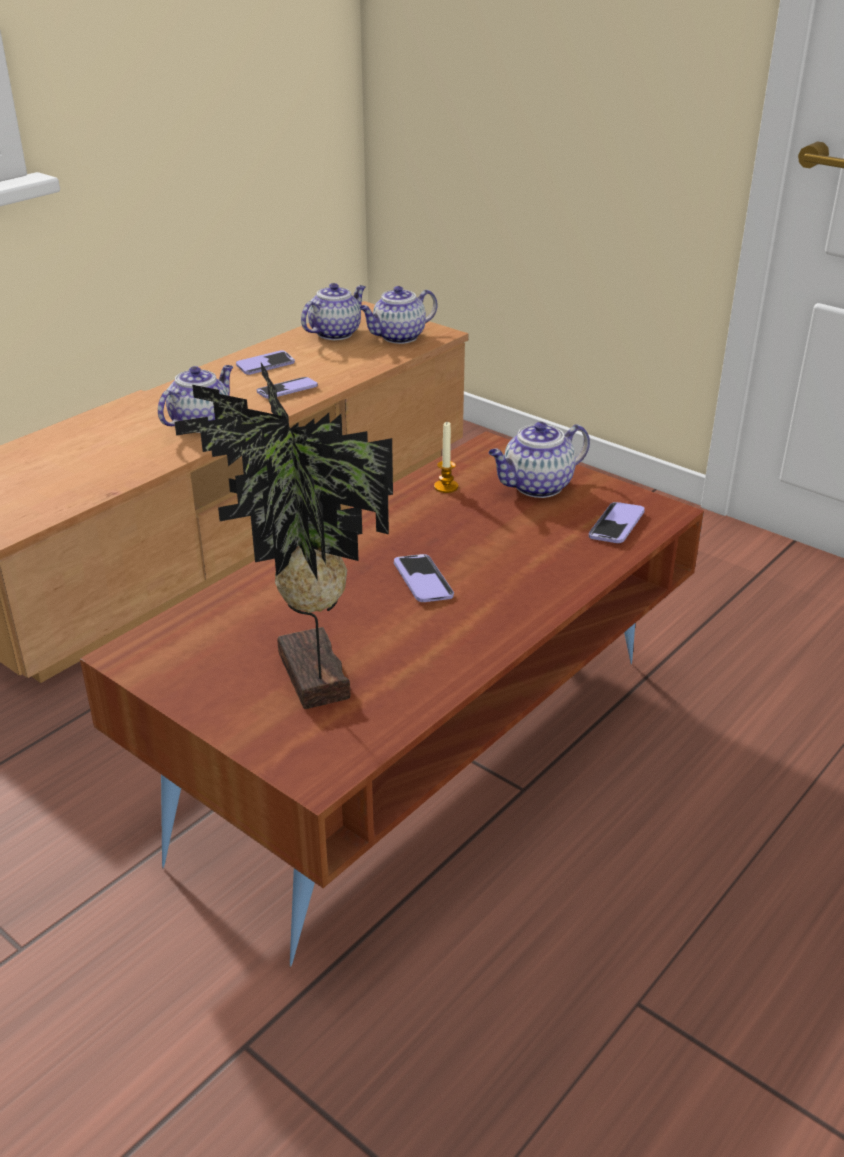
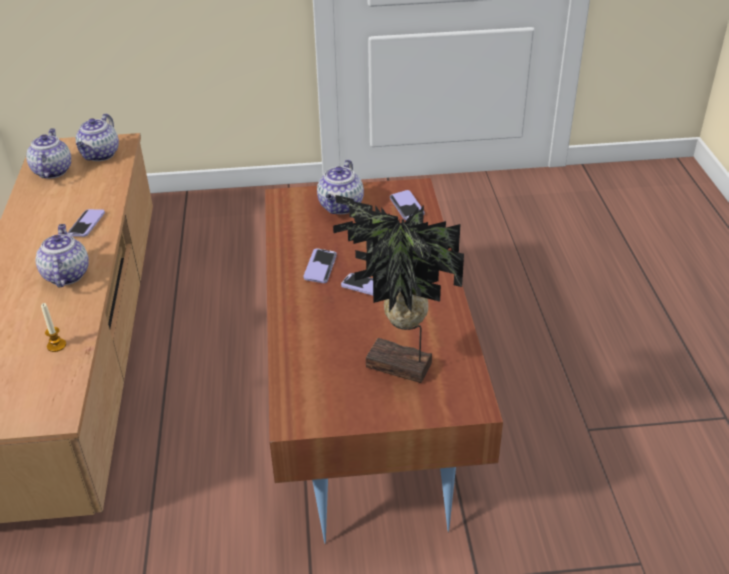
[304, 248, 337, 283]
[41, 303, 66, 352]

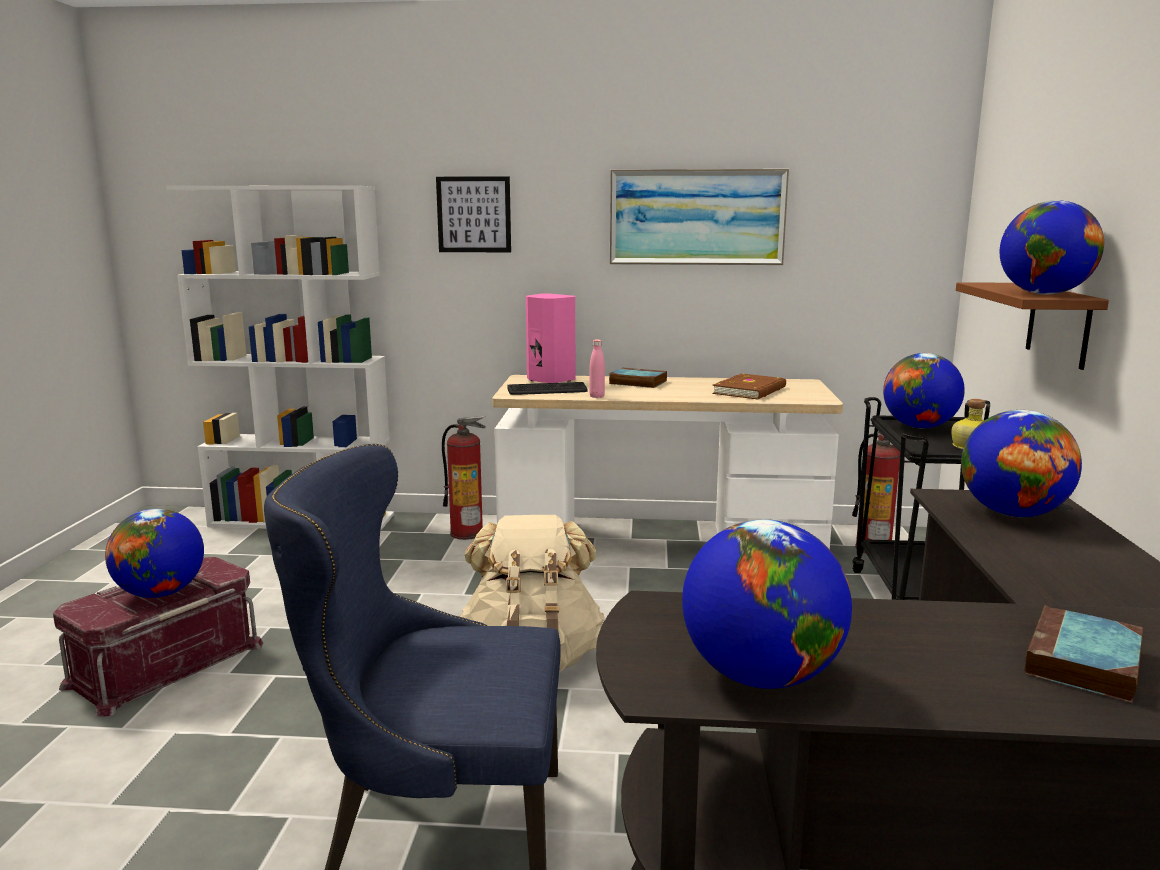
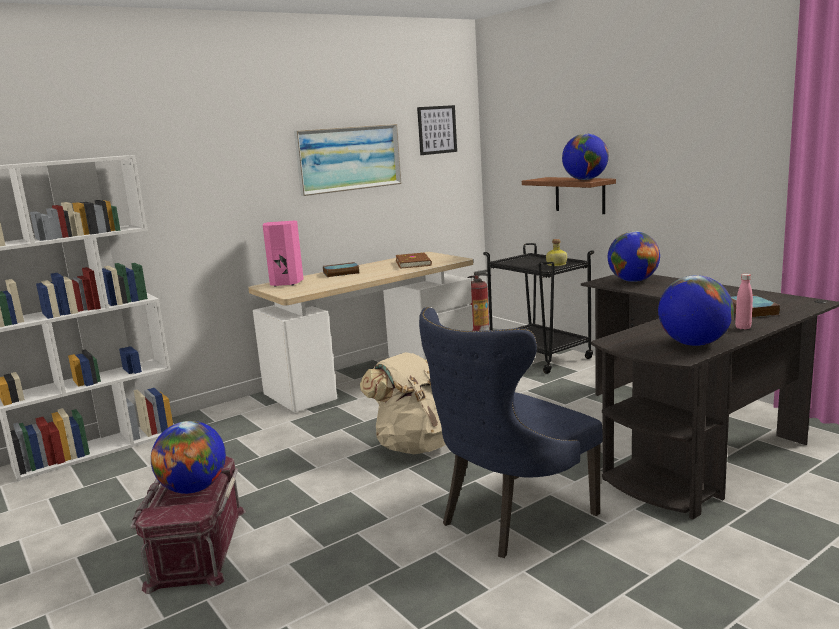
[442, 416, 486, 540] (first image)
[507, 382, 588, 395] (first image)
[883, 353, 965, 429] (first image)
[417, 105, 457, 155]
[735, 274, 753, 329]

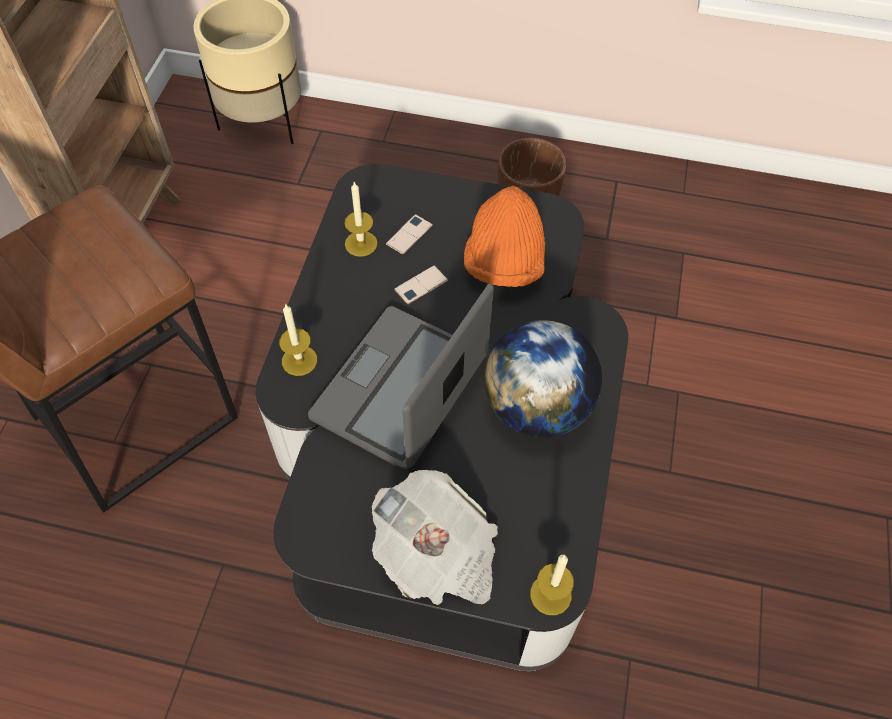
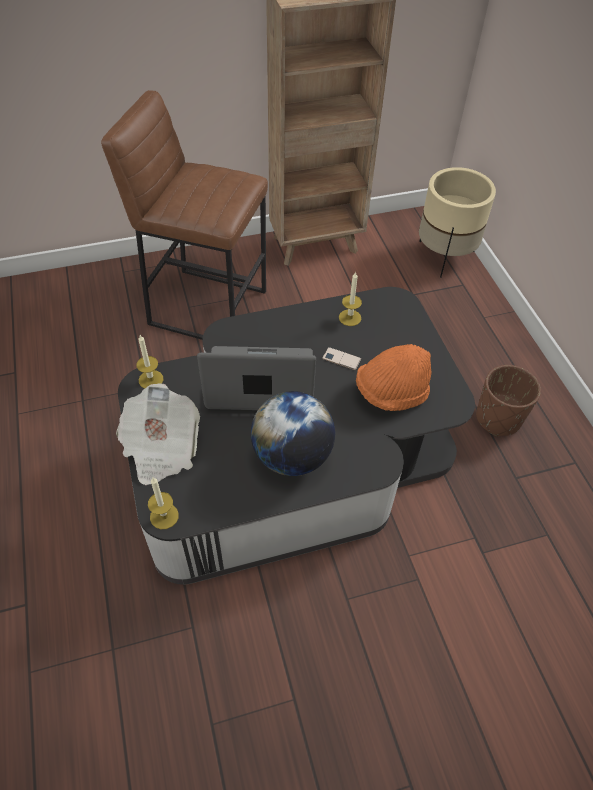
[386, 214, 433, 255] (first image)
[136, 335, 163, 389]

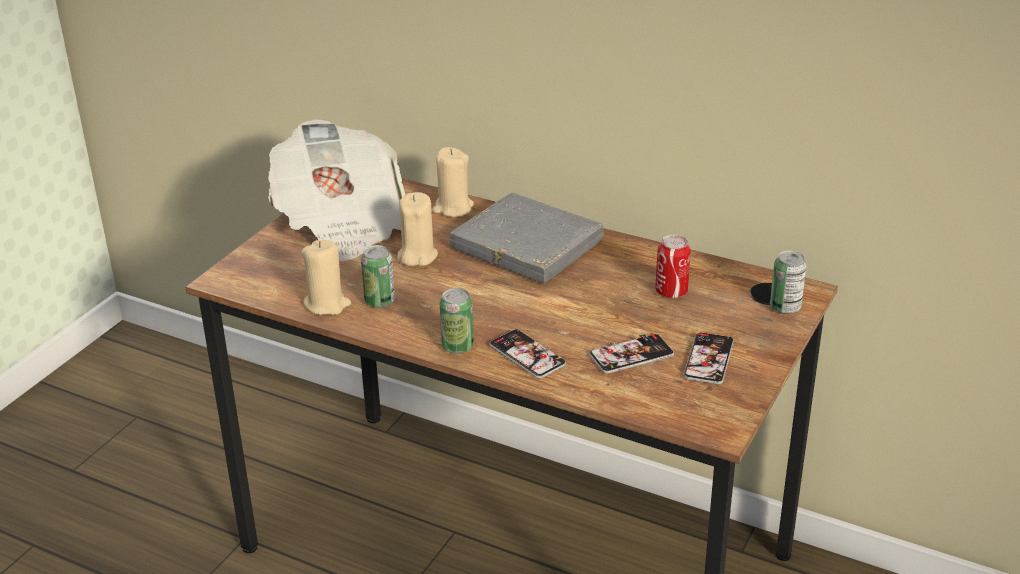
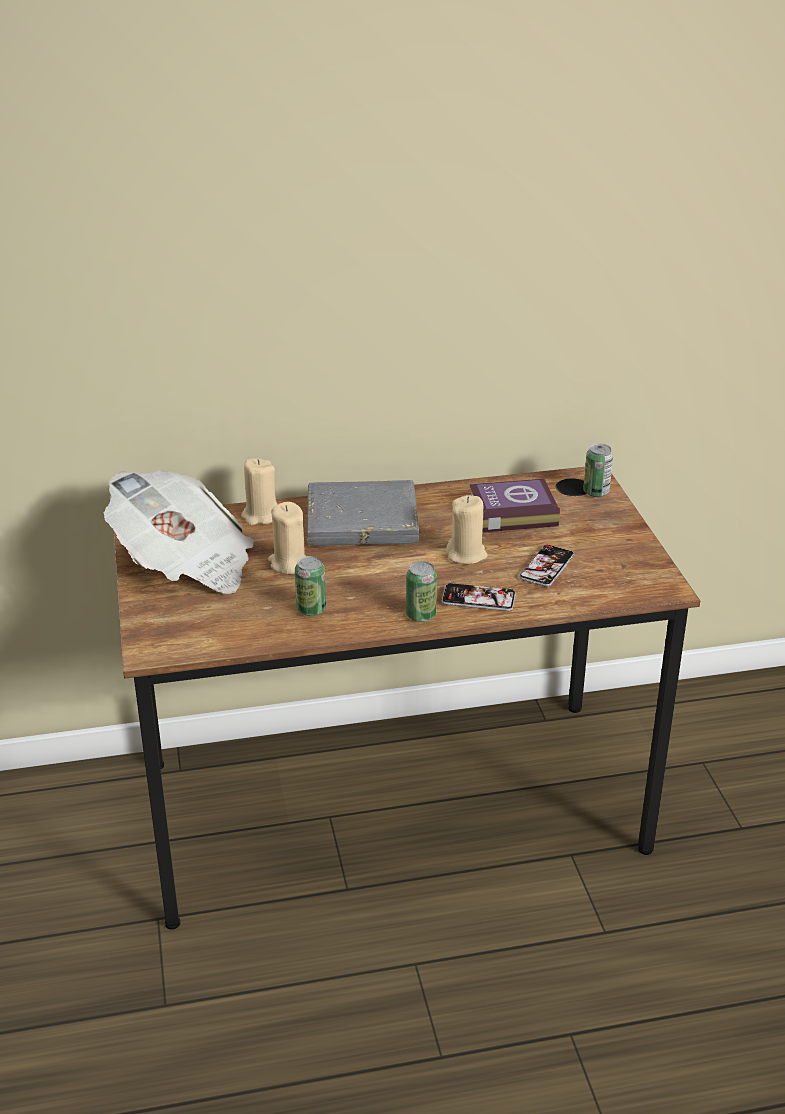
[683, 332, 734, 384] (first image)
[446, 495, 487, 564]
[469, 479, 560, 532]

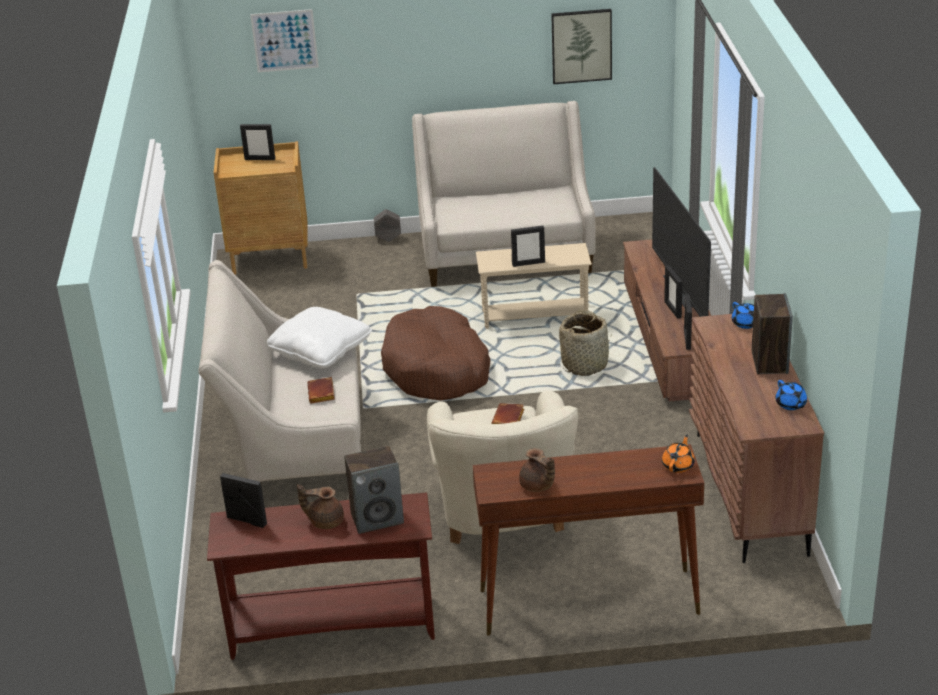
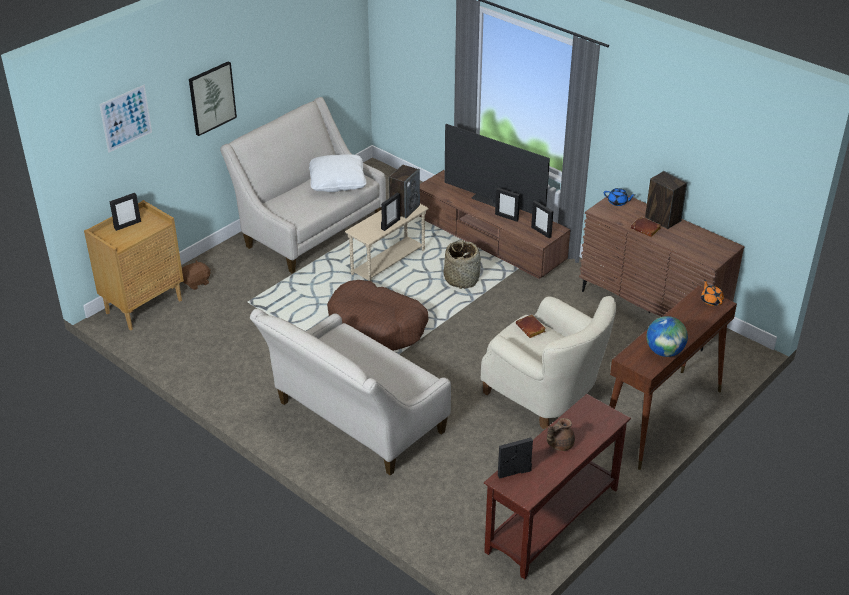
[374, 209, 401, 242] (first image)
[775, 380, 808, 410] (first image)
[182, 260, 211, 290]
[309, 154, 367, 192]
[630, 216, 661, 237]
[389, 165, 420, 218]
[189, 61, 237, 136]
[646, 316, 688, 357]

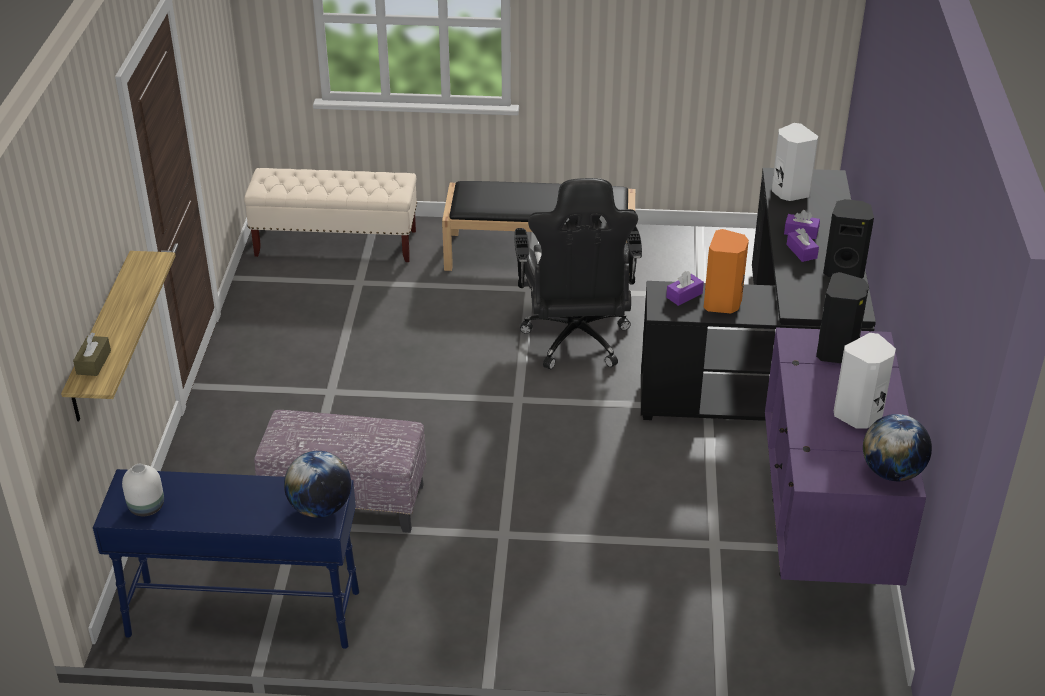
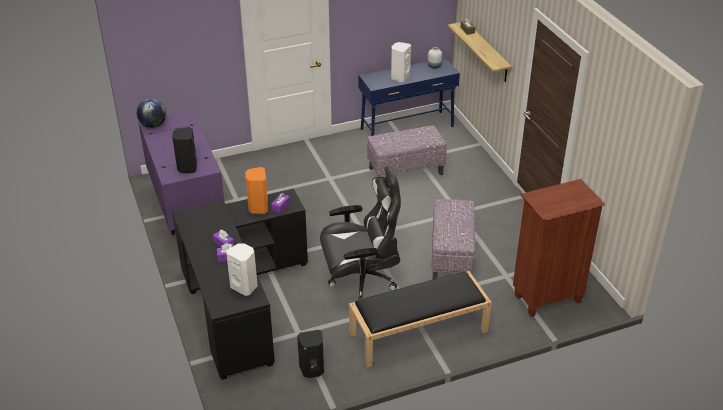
[284, 451, 351, 518] (first image)
[431, 199, 475, 280]
[297, 330, 324, 378]
[391, 42, 411, 82]
[513, 179, 605, 317]
[320, 166, 401, 300]

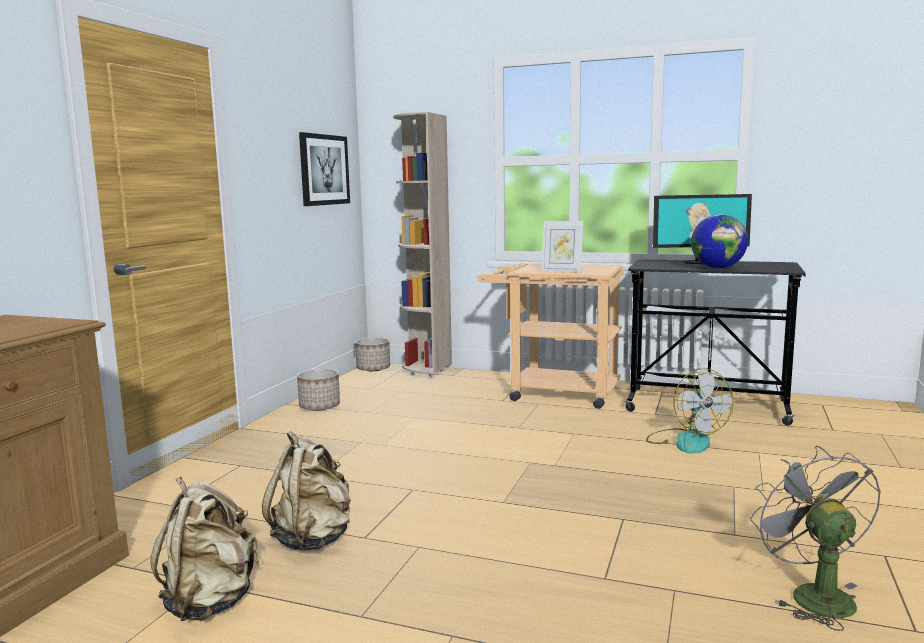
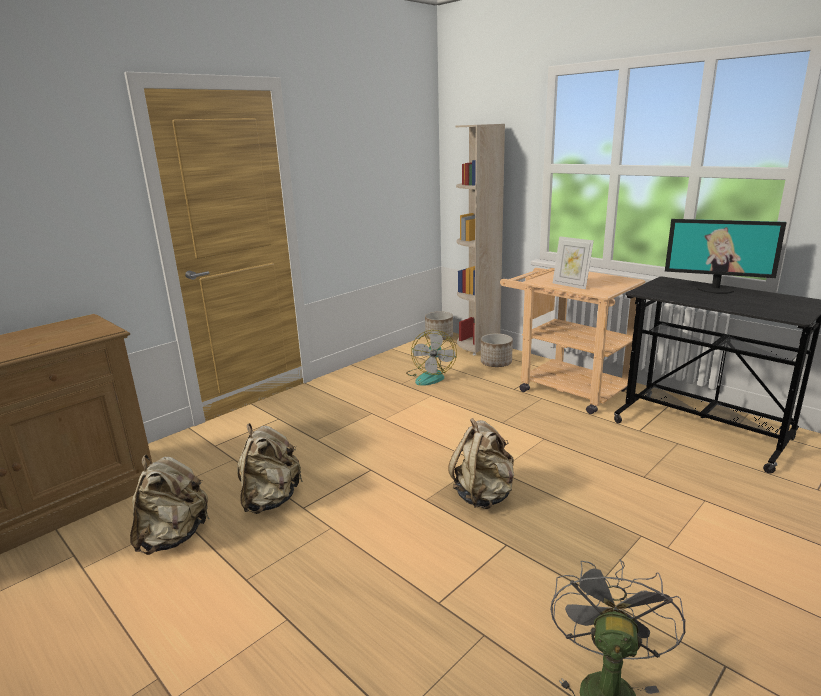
[299, 132, 350, 206] (first image)
[691, 214, 748, 269] (first image)
[448, 418, 514, 509]
[481, 333, 513, 367]
[406, 330, 457, 386]

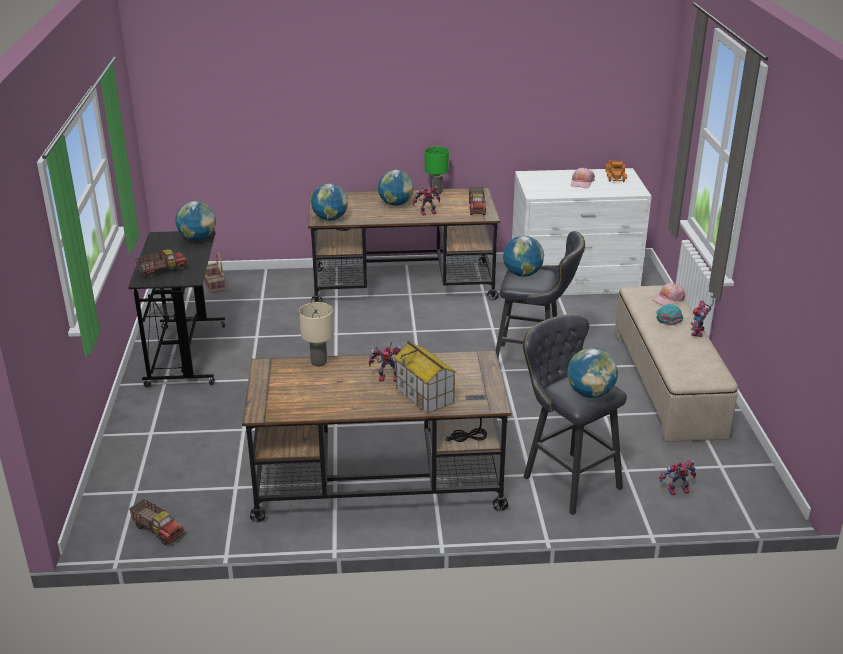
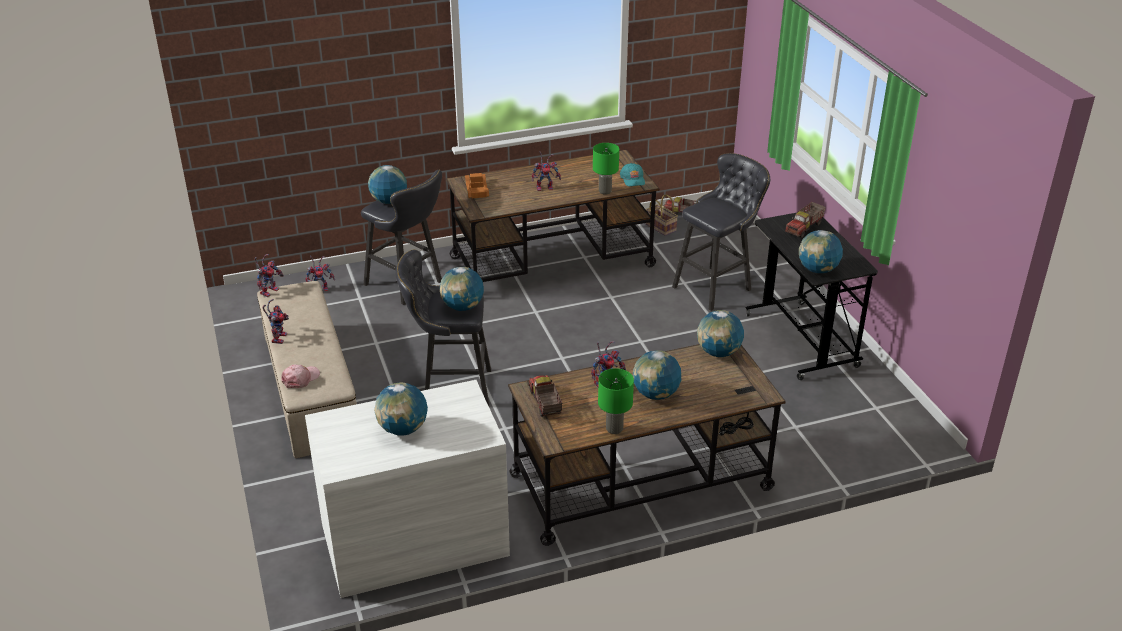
[394, 341, 456, 414] (first image)
[255, 254, 284, 297]
[672, 153, 770, 311]
[645, 195, 678, 236]
[465, 173, 489, 198]
[620, 163, 645, 186]
[374, 382, 428, 436]
[593, 143, 619, 195]

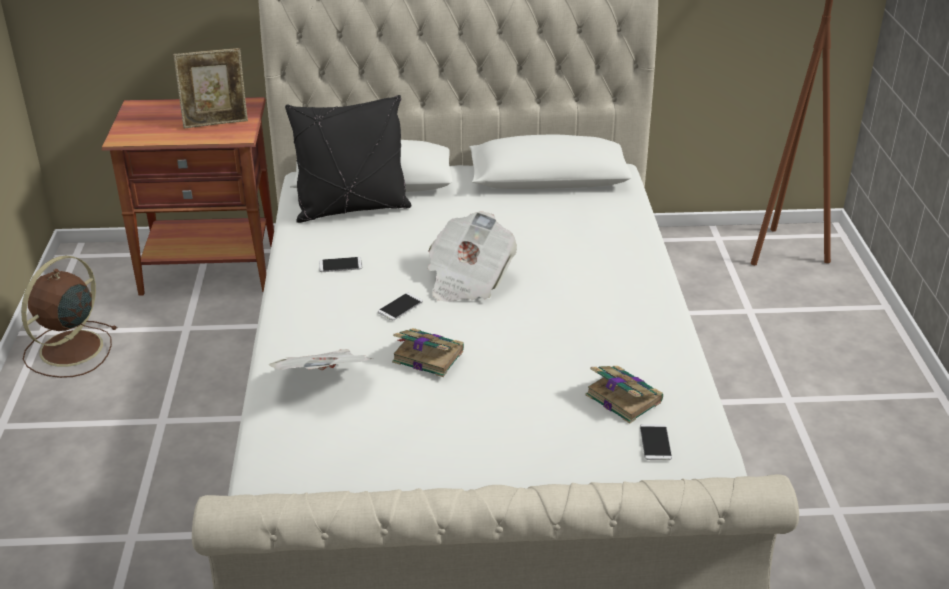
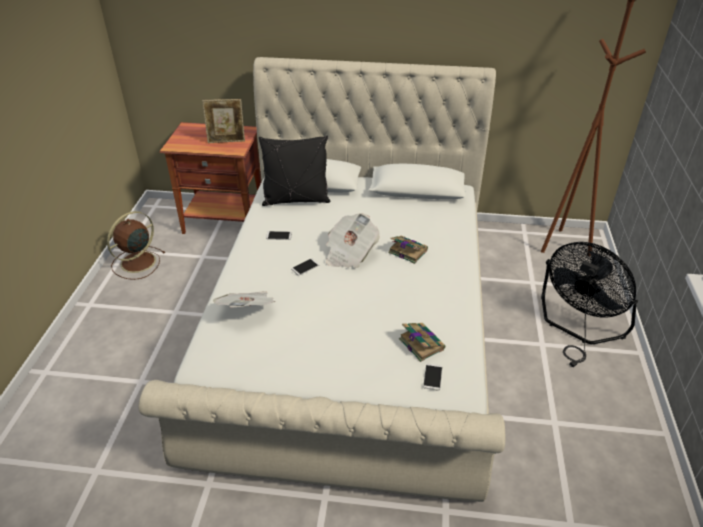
[541, 242, 638, 367]
[388, 236, 428, 264]

